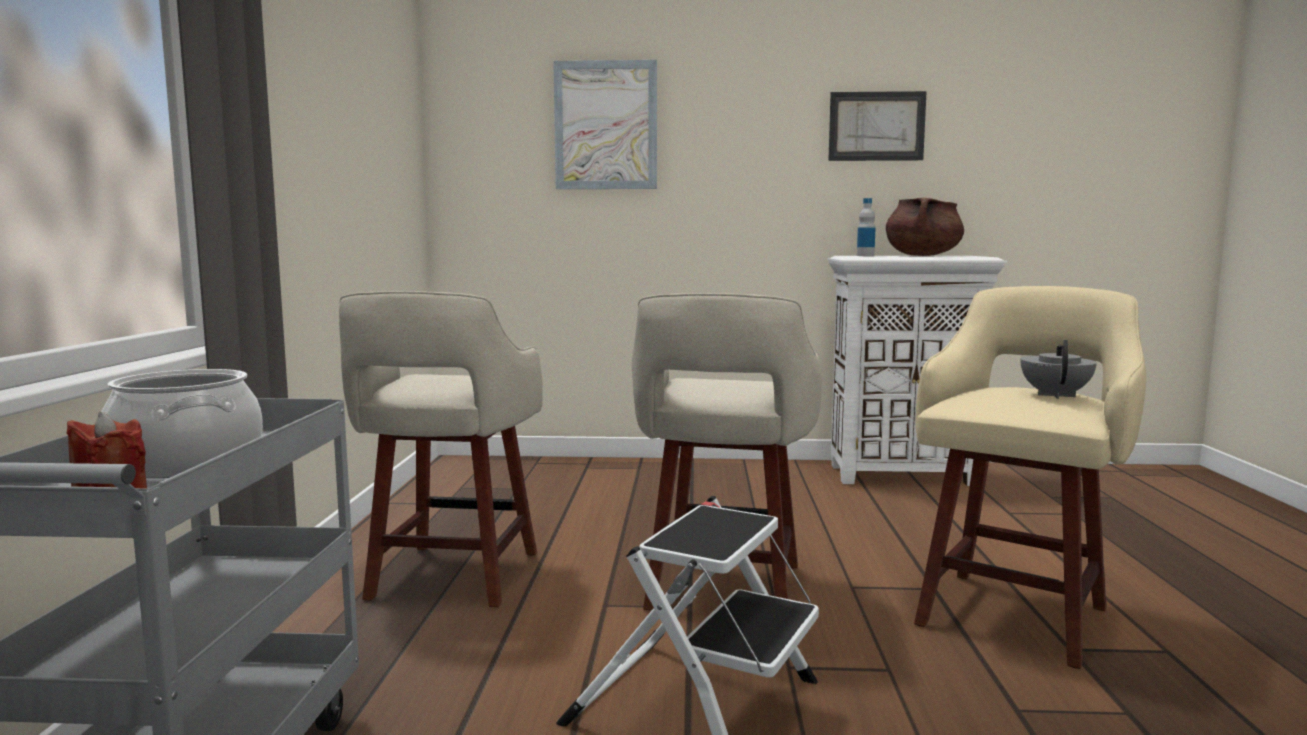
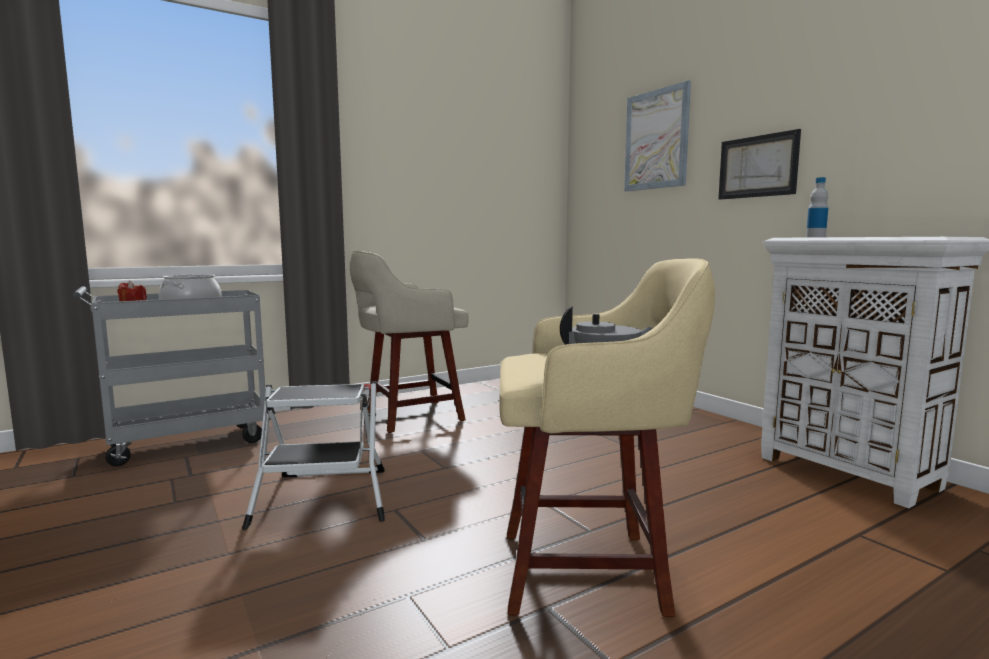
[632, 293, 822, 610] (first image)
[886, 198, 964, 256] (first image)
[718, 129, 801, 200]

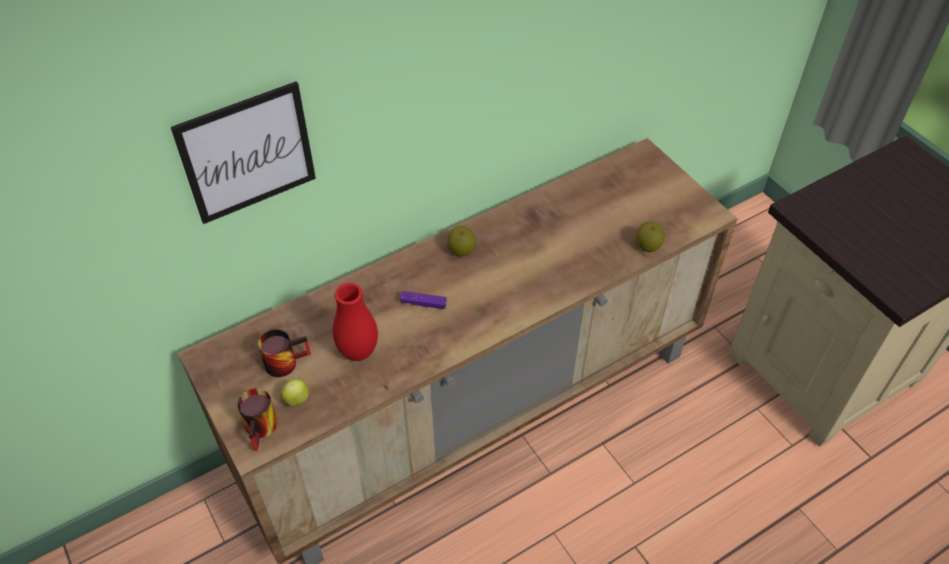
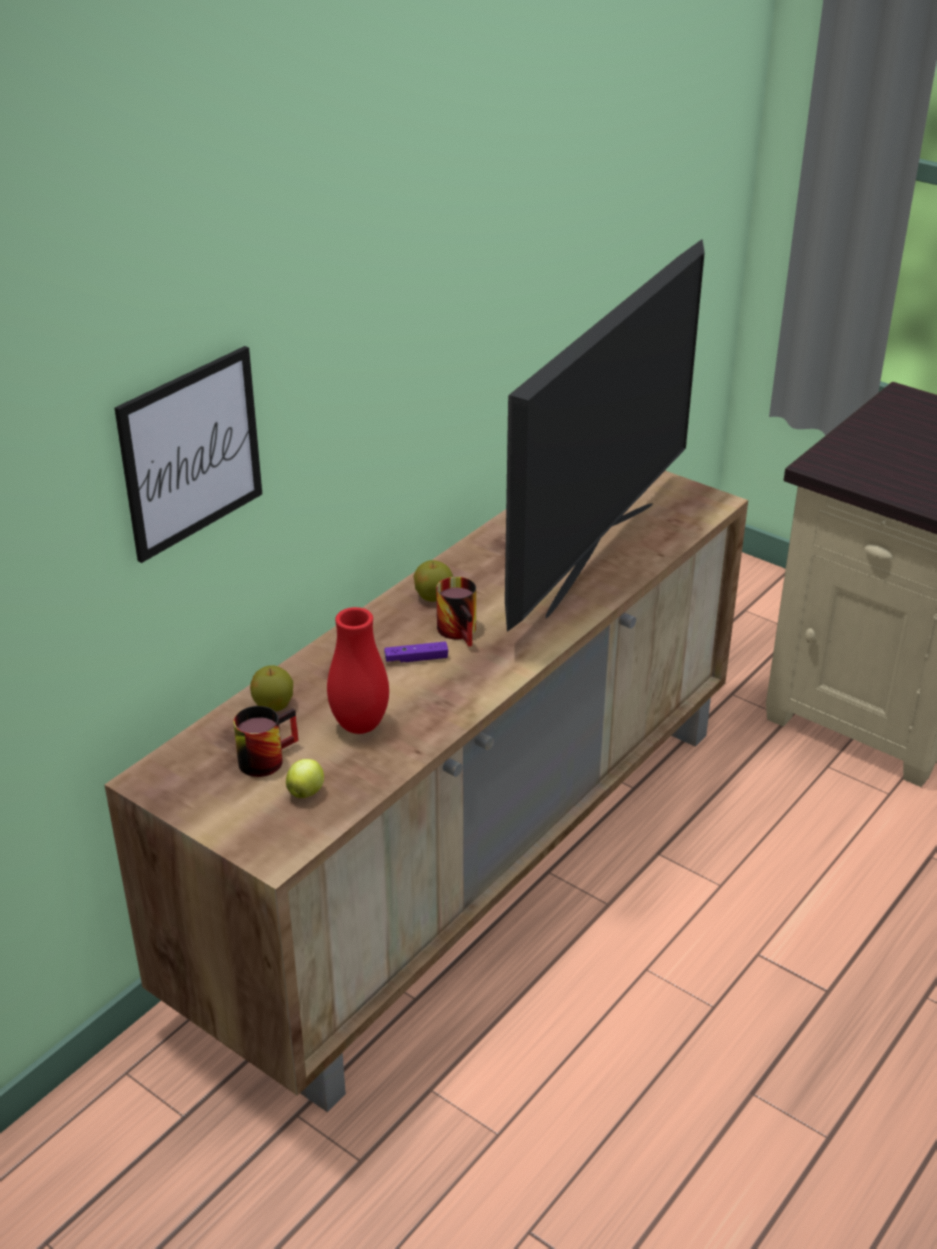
[505, 239, 705, 632]
[436, 577, 476, 647]
[250, 665, 293, 712]

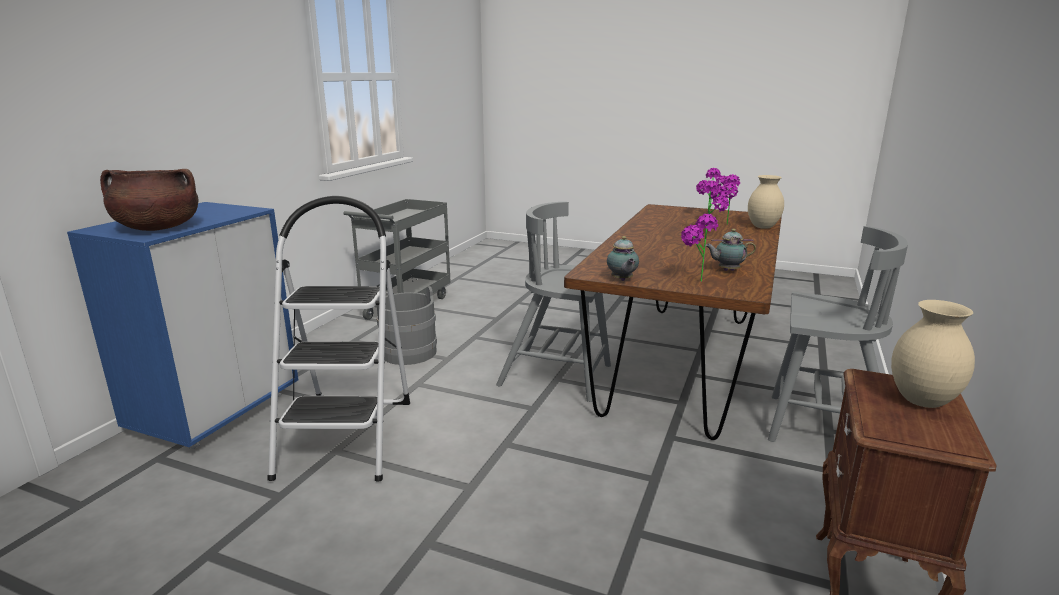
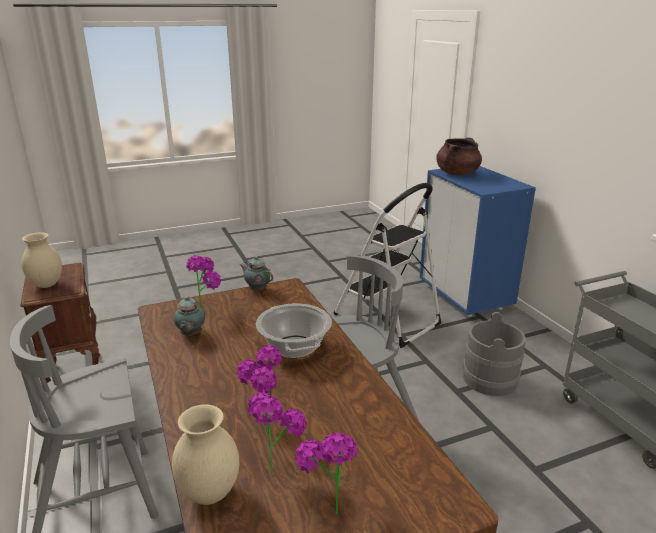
[256, 303, 332, 358]
[174, 296, 205, 336]

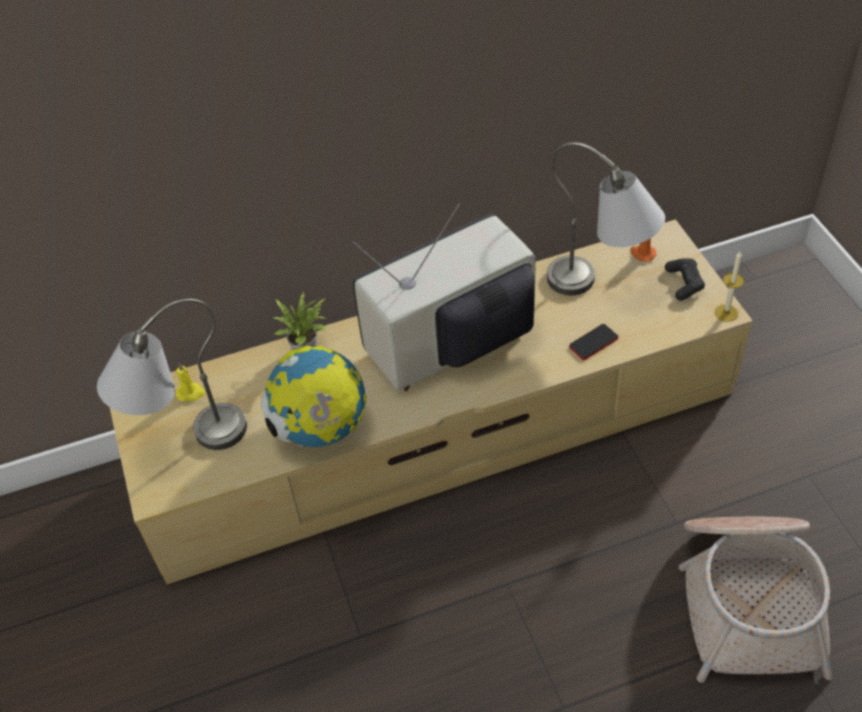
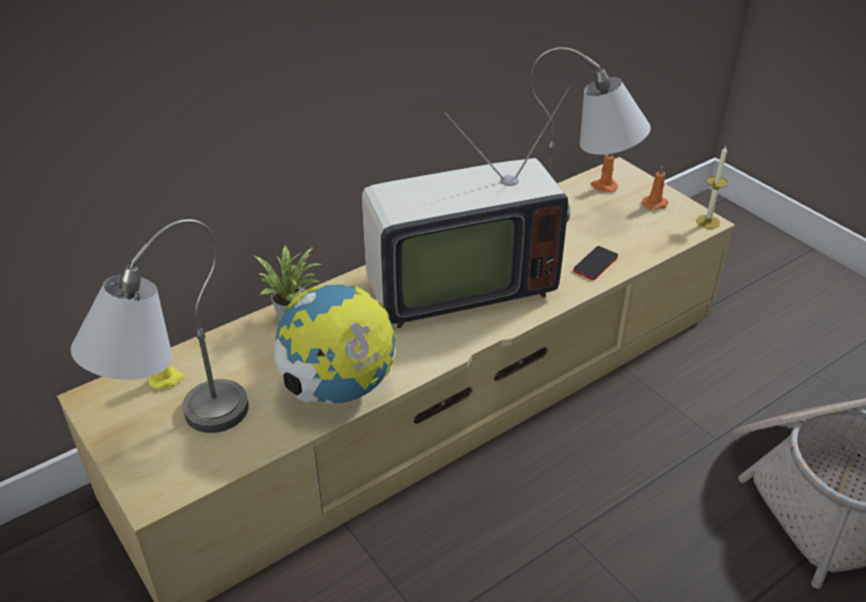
[642, 166, 669, 210]
[362, 87, 570, 328]

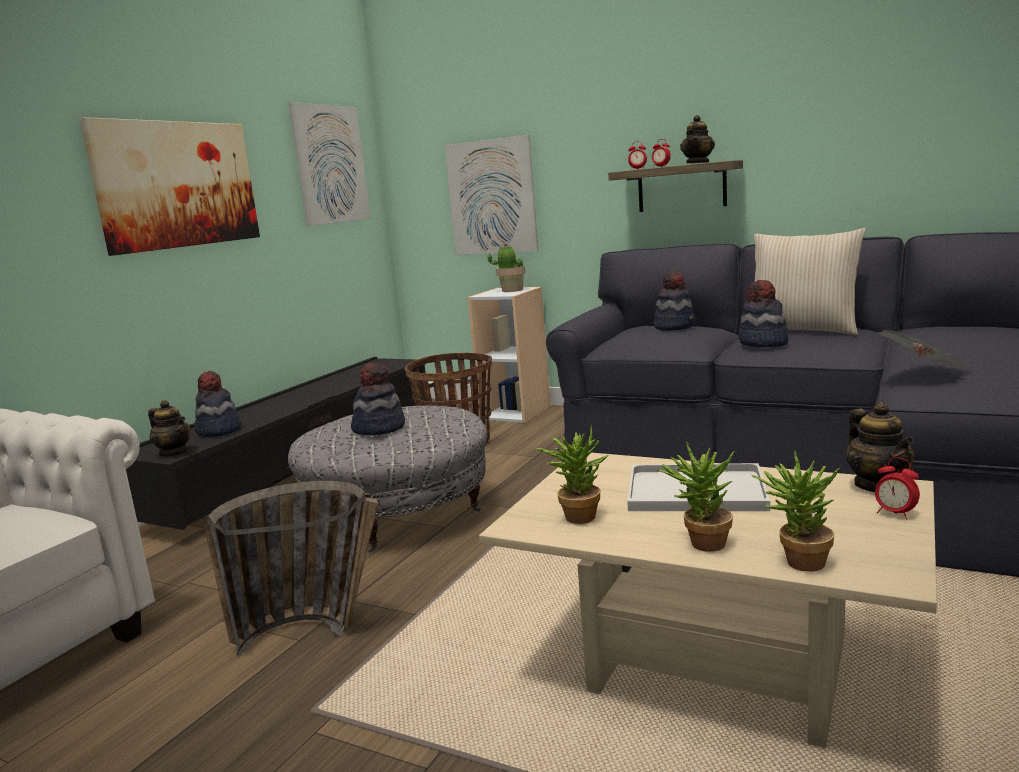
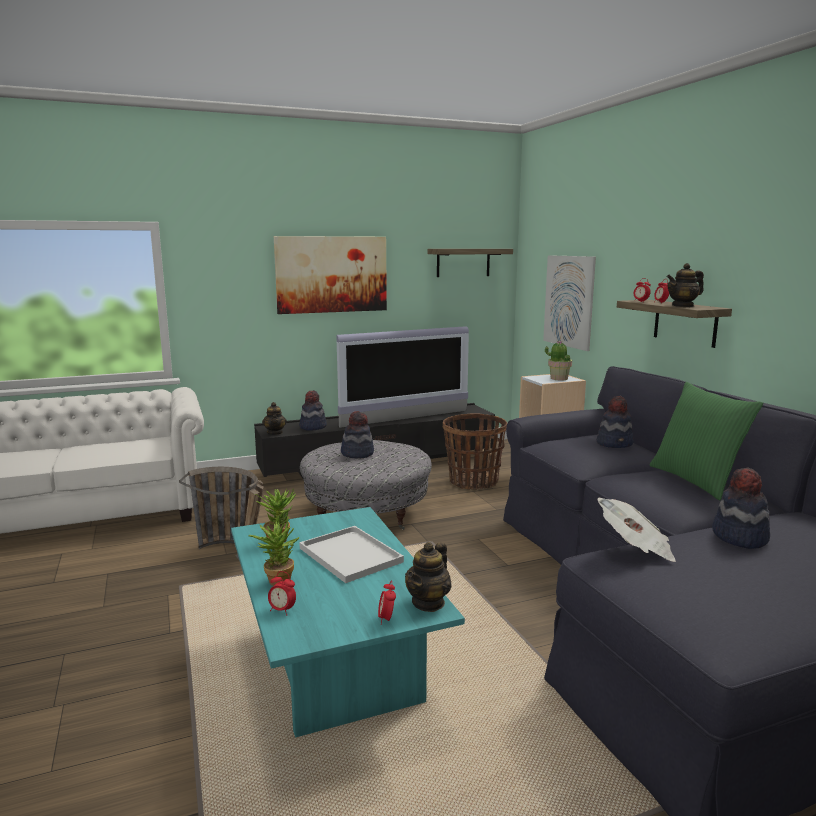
[336, 326, 469, 428]
[712, 468, 770, 549]
[427, 249, 513, 277]
[268, 571, 296, 615]
[231, 507, 465, 738]
[650, 382, 763, 500]

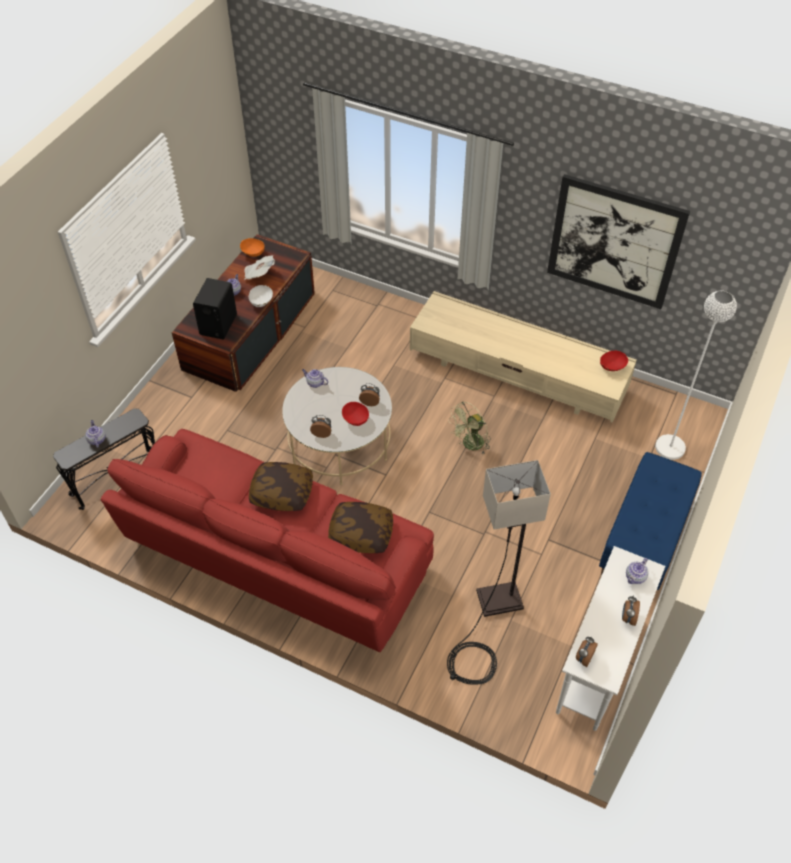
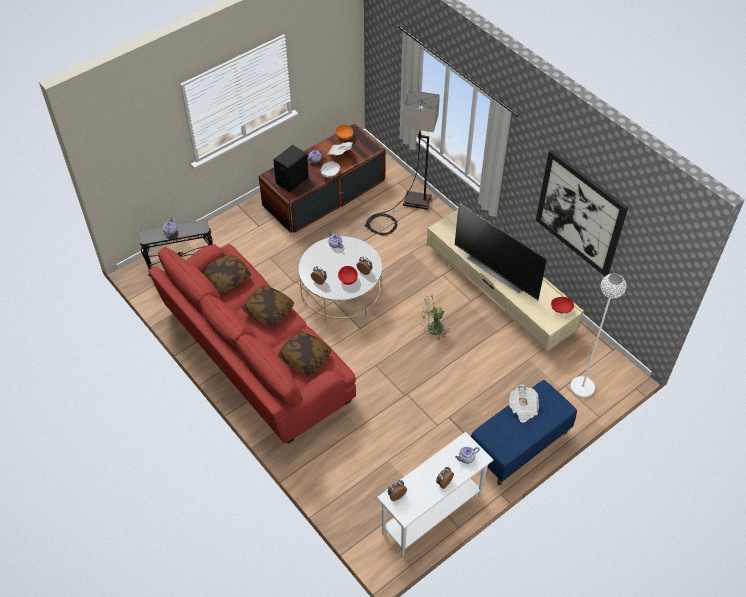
[201, 254, 251, 294]
[455, 203, 547, 300]
[509, 384, 539, 423]
[364, 90, 440, 235]

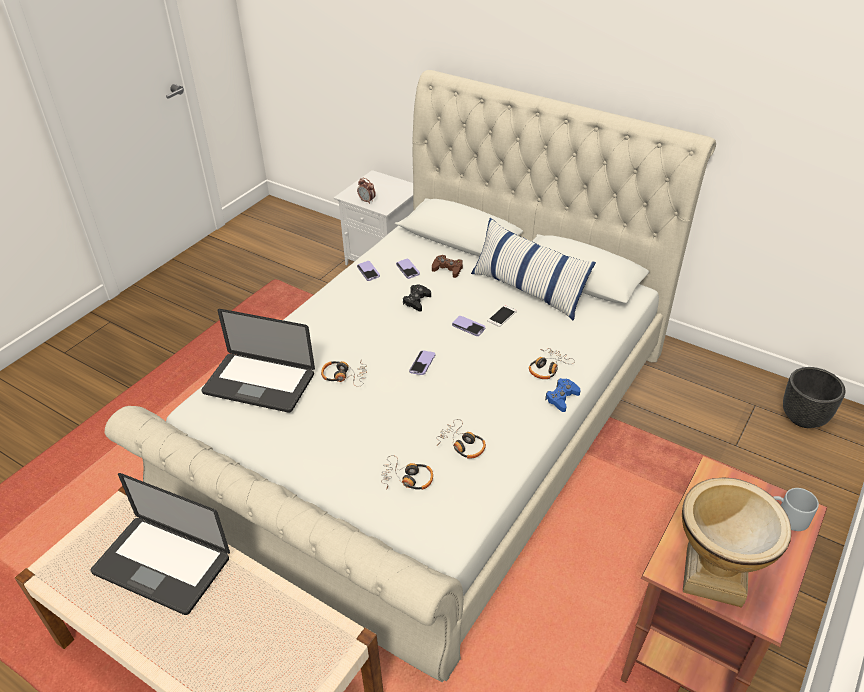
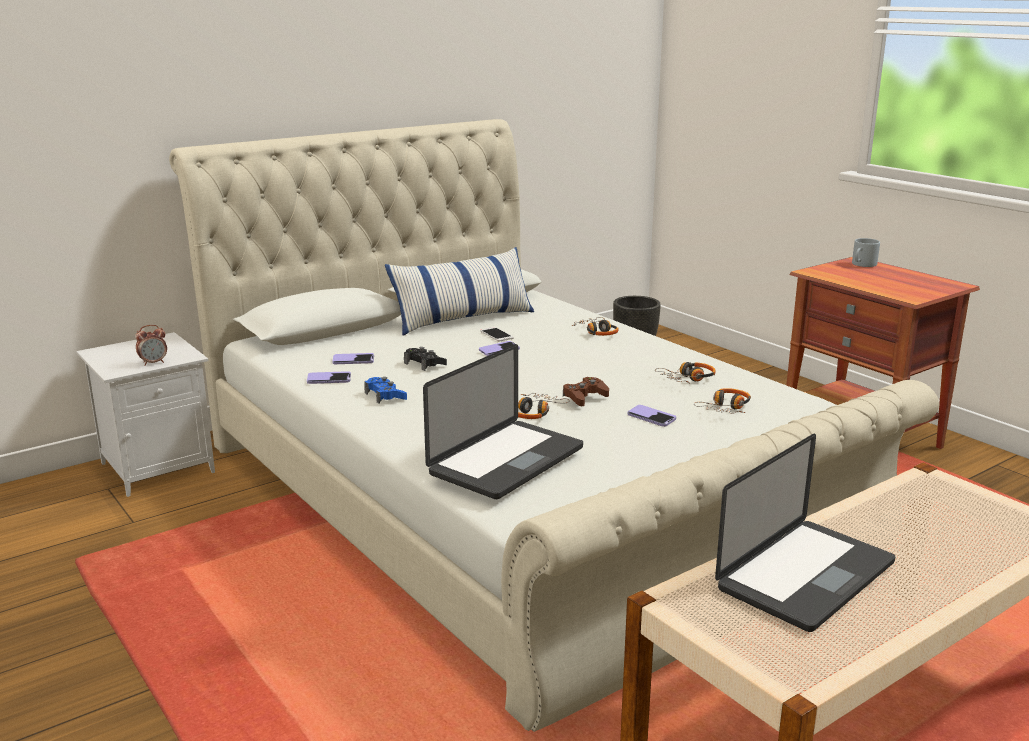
[682, 478, 791, 608] (first image)
[628, 405, 676, 427]
[563, 377, 609, 406]
[364, 377, 407, 404]

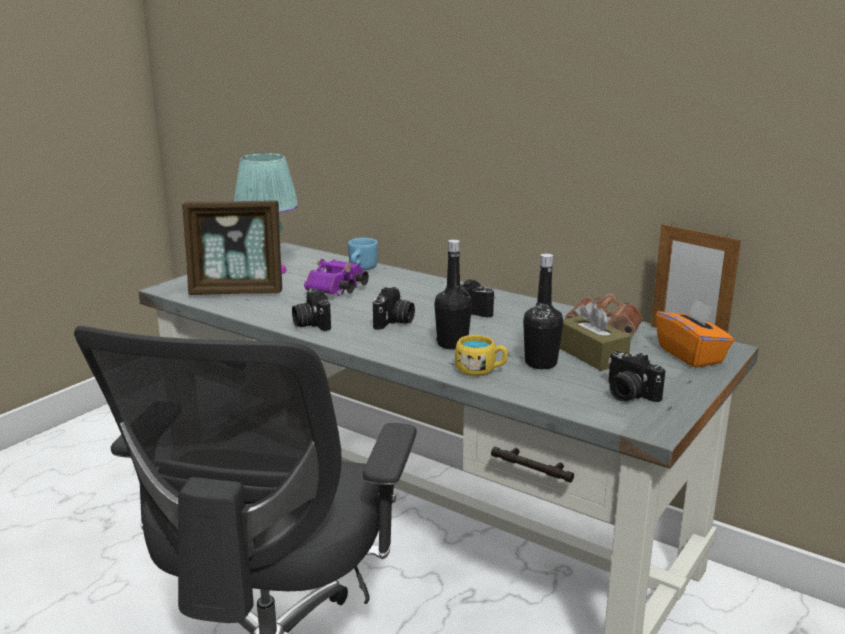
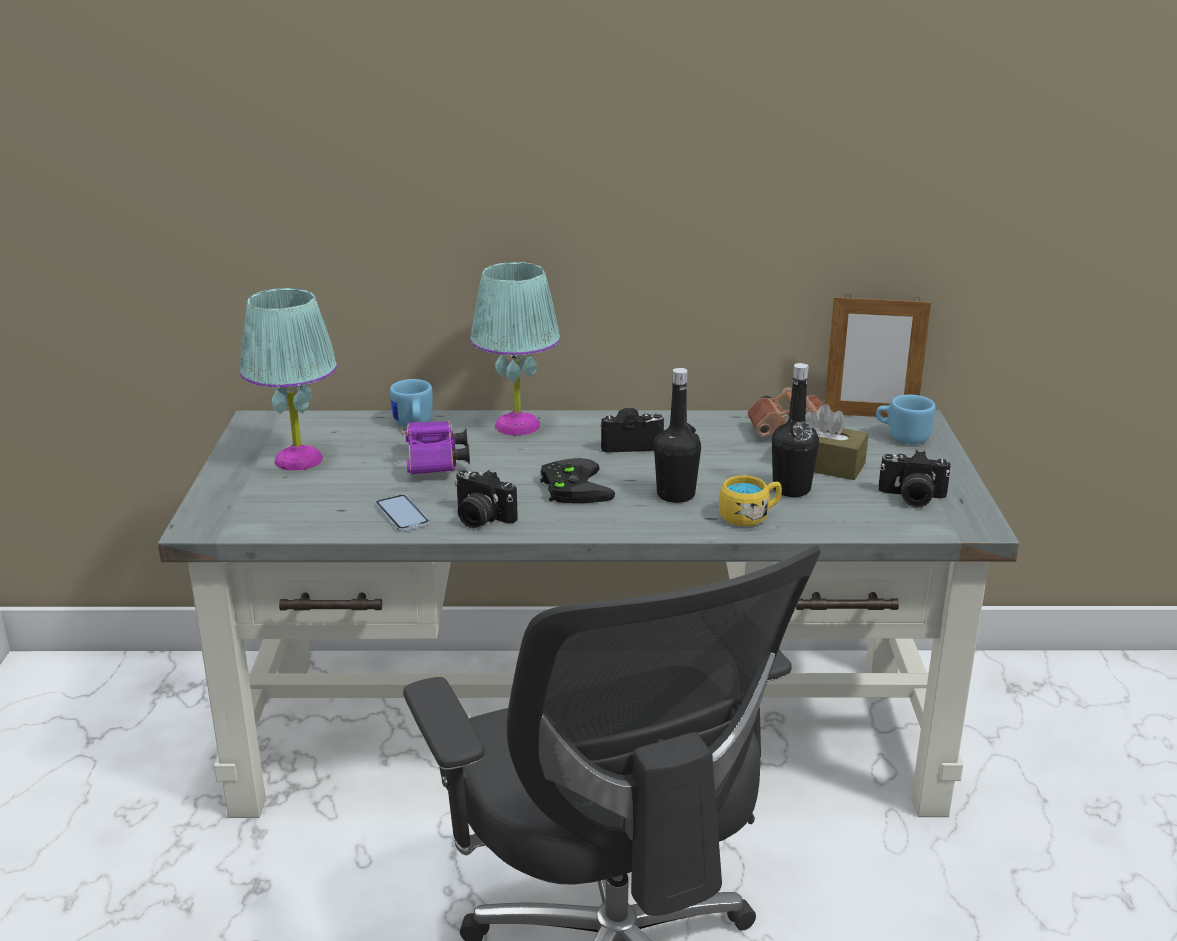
[182, 200, 282, 295] (first image)
[375, 494, 430, 532]
[470, 262, 560, 435]
[540, 458, 615, 503]
[876, 395, 935, 444]

